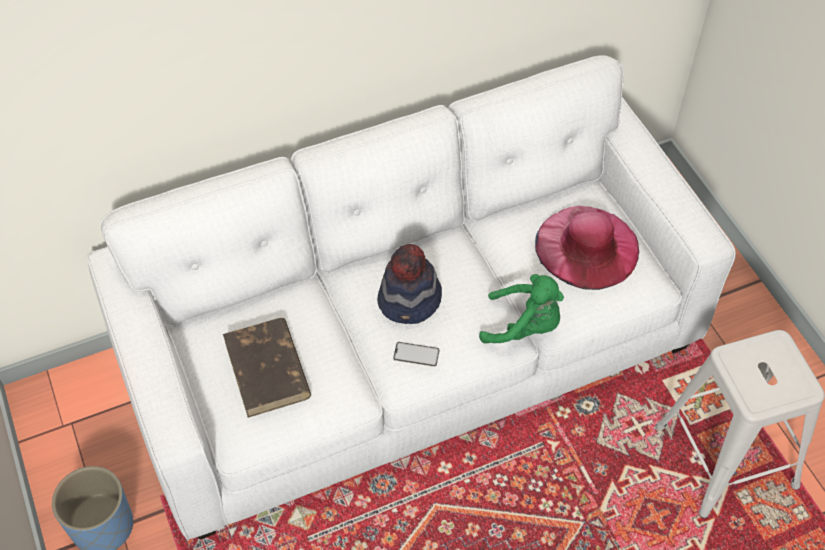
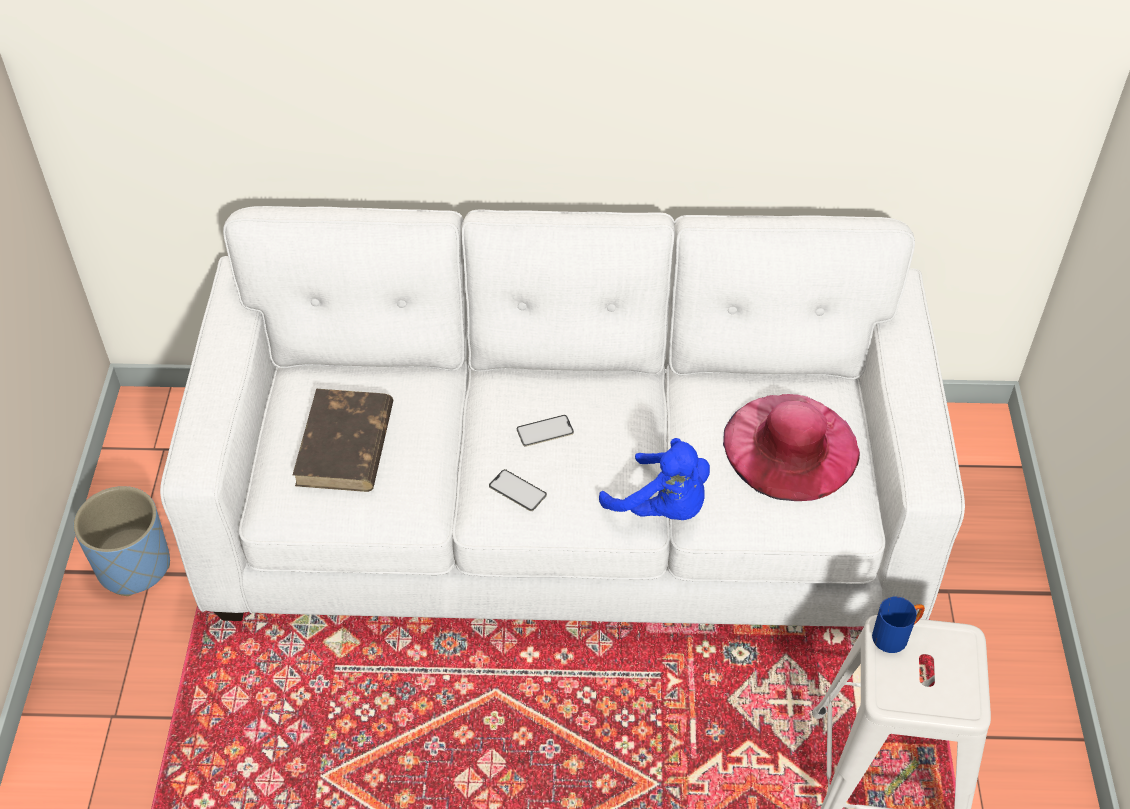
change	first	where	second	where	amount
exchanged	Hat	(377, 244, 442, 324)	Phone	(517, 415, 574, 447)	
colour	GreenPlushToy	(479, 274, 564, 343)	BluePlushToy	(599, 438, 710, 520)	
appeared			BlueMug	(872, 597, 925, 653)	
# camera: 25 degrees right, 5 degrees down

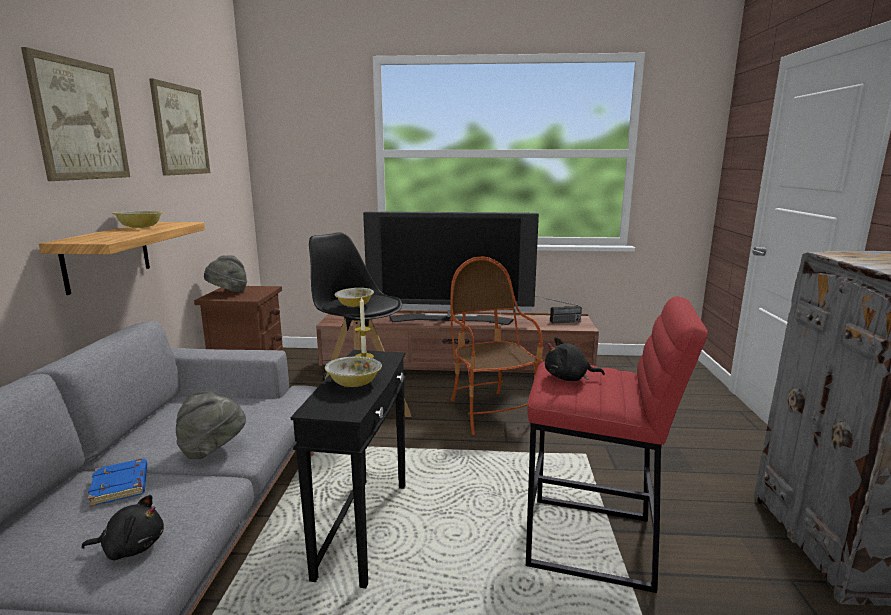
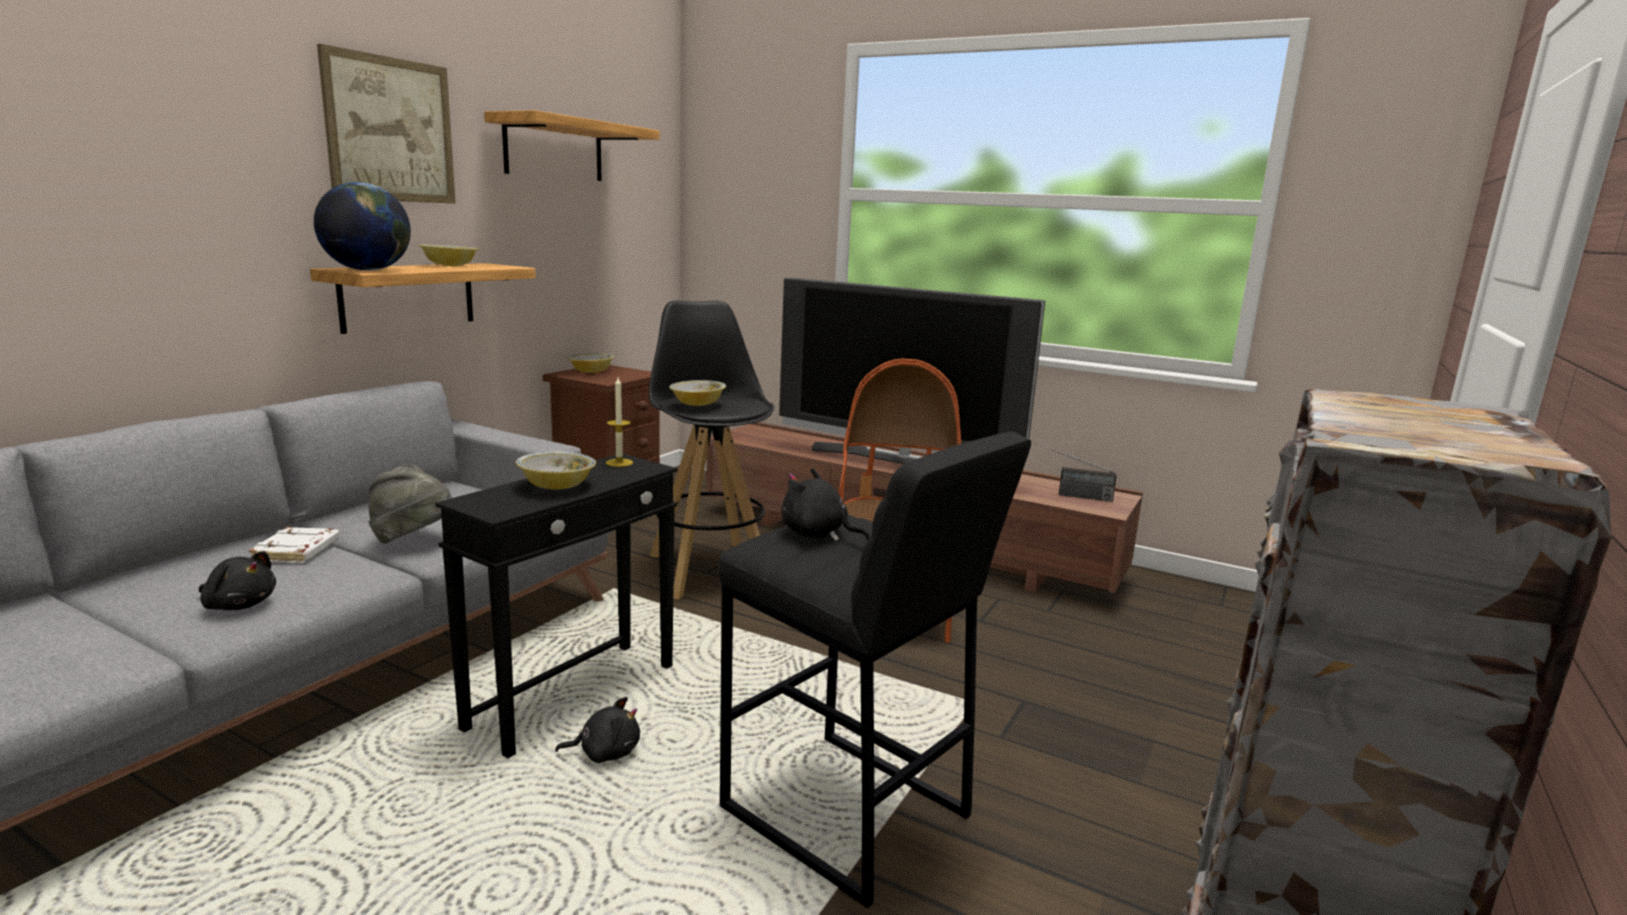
change	first	where	second	where	amount
colour	BlueBook	(88, 459, 147, 507)	WhiteBook	(249, 527, 340, 563)	
appeared			Globe	(314, 182, 411, 271)	
exchanged	Picture	(149, 78, 210, 176)	Shelf	(484, 110, 660, 181)	
appeared			BlackPlushToy	(555, 697, 640, 763)	
exchanged	GreyHat	(204, 255, 247, 293)	Bowl	(568, 353, 615, 373)	
colour	RedStool	(526, 296, 708, 593)	BlackStool	(718, 432, 1031, 908)	
# camera: 25 degrees right, 0 degrees up

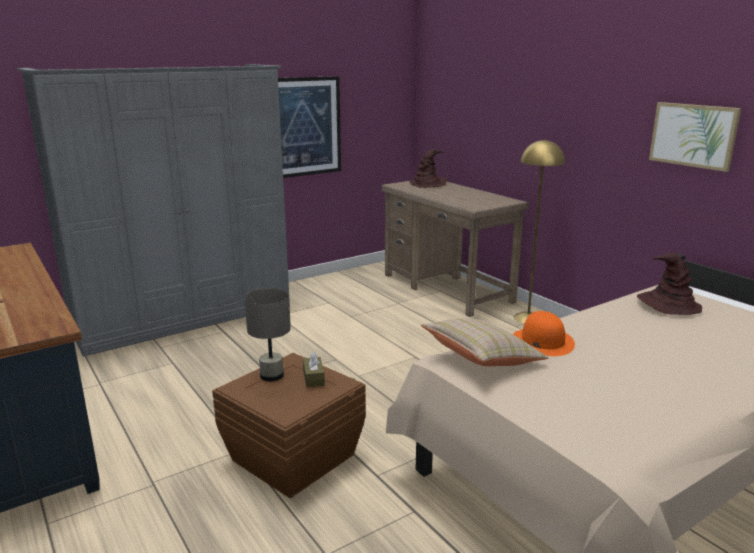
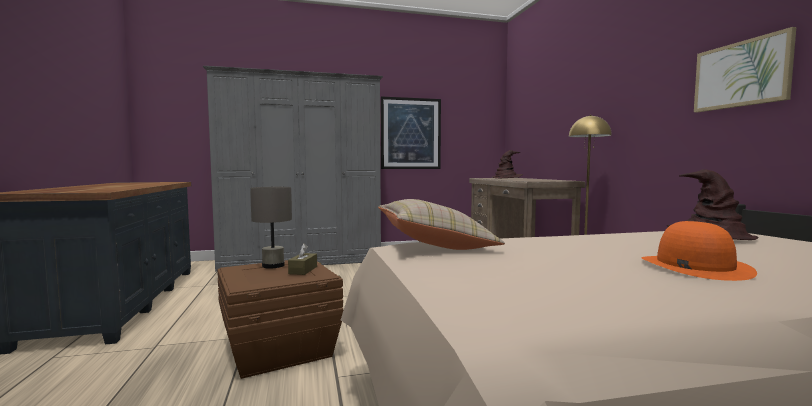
change	first	where	second	where	amount
relocated	OrangeHat	(513, 311, 575, 356)		(641, 221, 757, 281)	
# camera: 20 degrees right, 15 degrees down

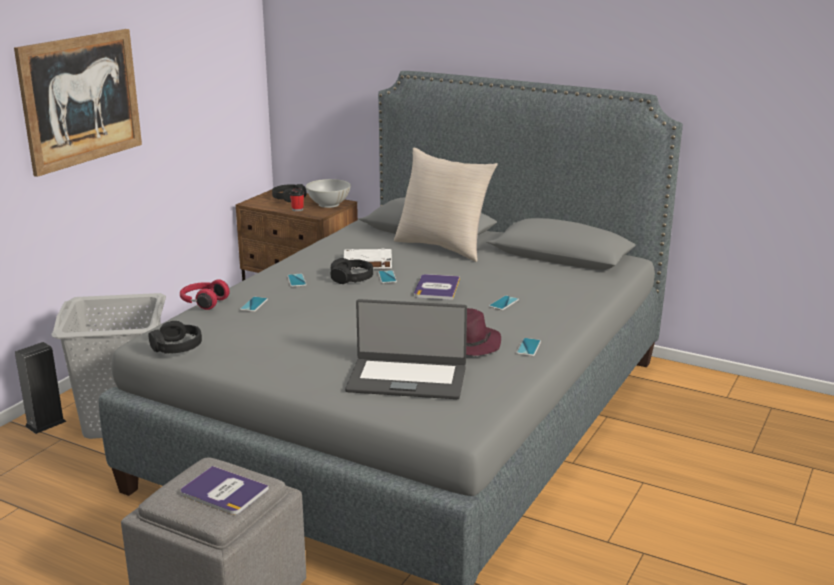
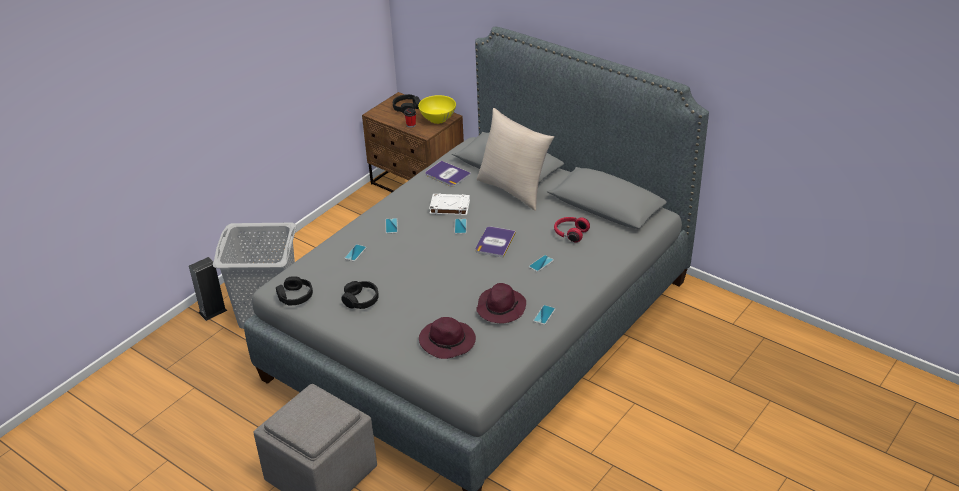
change	first	where	second	where	amount
relocated	BlackHeadphones	(331, 258, 373, 284)		(341, 281, 378, 309)	
colour	WhiteBowl	(306, 179, 351, 208)	YellowBowl	(418, 95, 456, 124)	
exchanged	Laptop	(345, 299, 467, 399)	PurpleHat	(419, 317, 476, 359)	
relocated	Book	(181, 466, 269, 515)		(425, 161, 471, 187)	
relocated	RedHeadphones	(180, 279, 230, 310)		(554, 217, 590, 242)	
missing	Picture	(14, 29, 142, 177)			
# camera: 10 degrees right, 15 degrees up

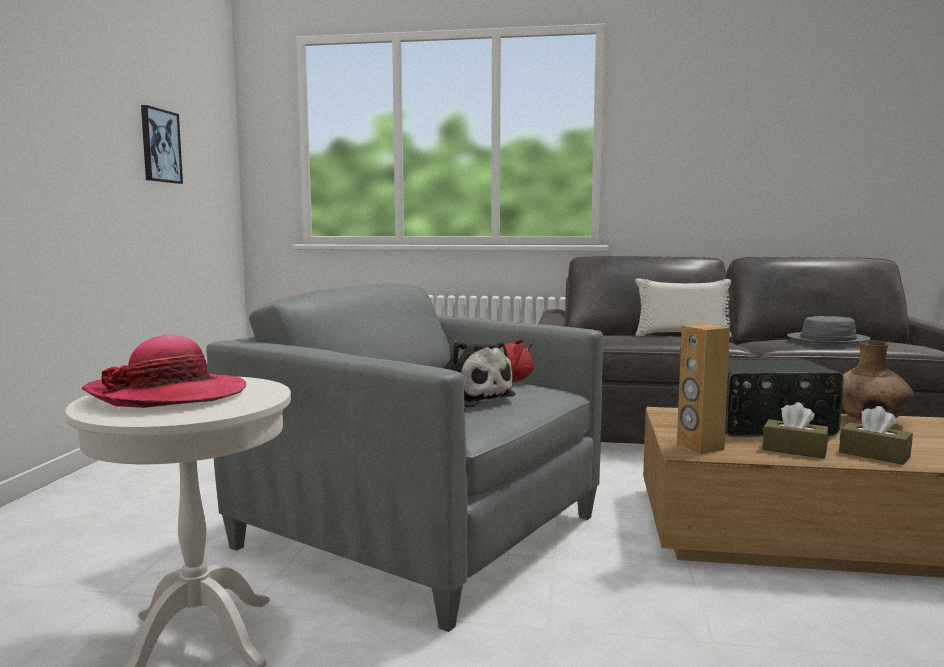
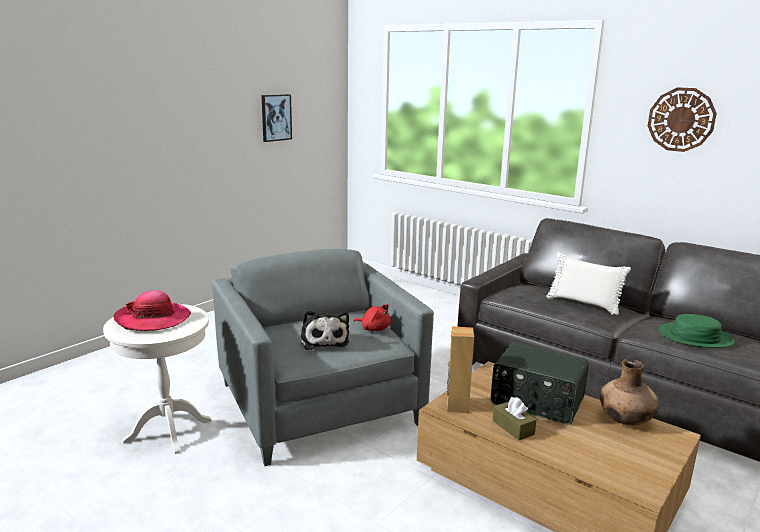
change	first	where	second	where	amount
appeared			WallClock	(648, 87, 717, 152)	
colour	GreyHat	(787, 316, 871, 344)	GreenHat	(659, 314, 735, 348)	
missing	BrownTissueBox	(839, 406, 913, 465)			
# camera: 30 degrees right, 10 degrees up

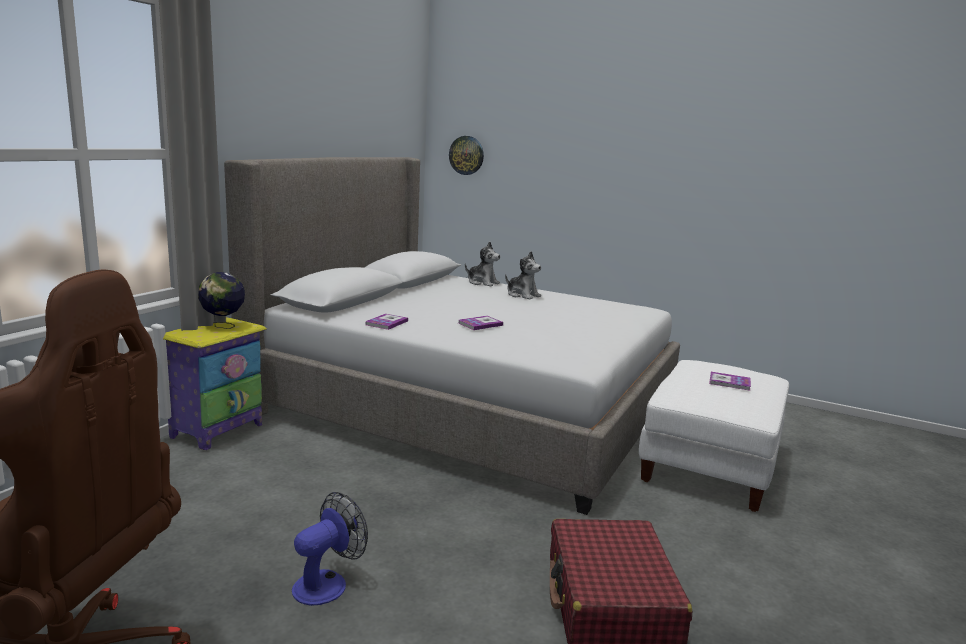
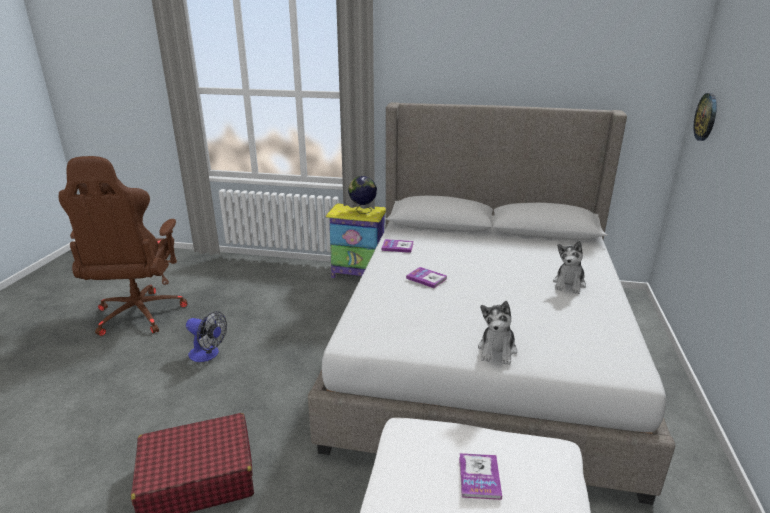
change	first	where	second	where	amount
relocated	PlushToy	(465, 242, 500, 287)		(478, 301, 517, 365)	
# camera: 75 degrees right, 10 degrees up

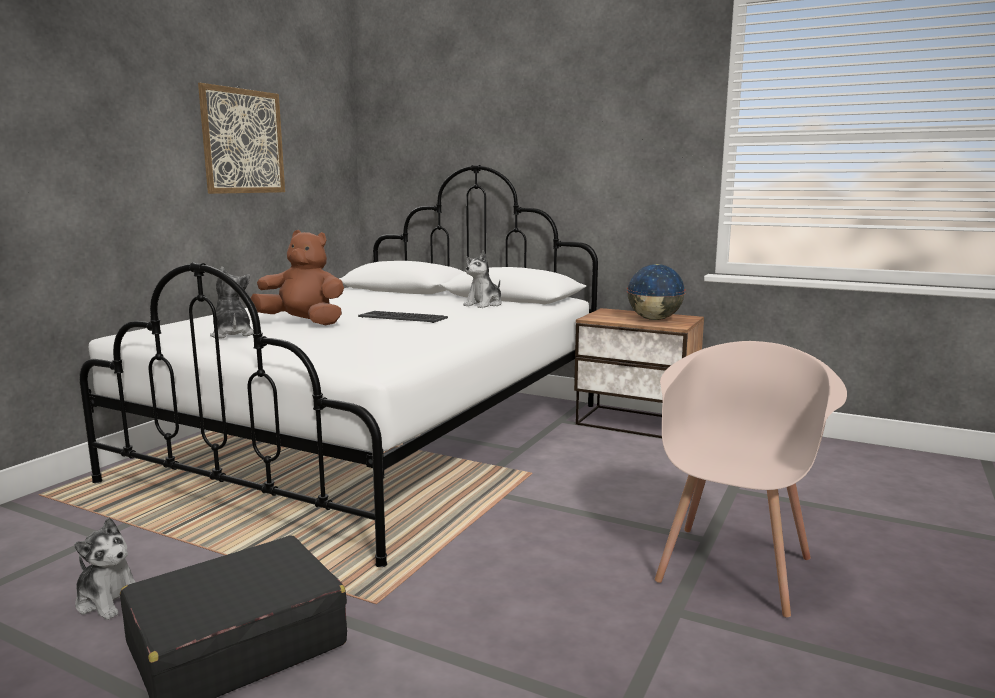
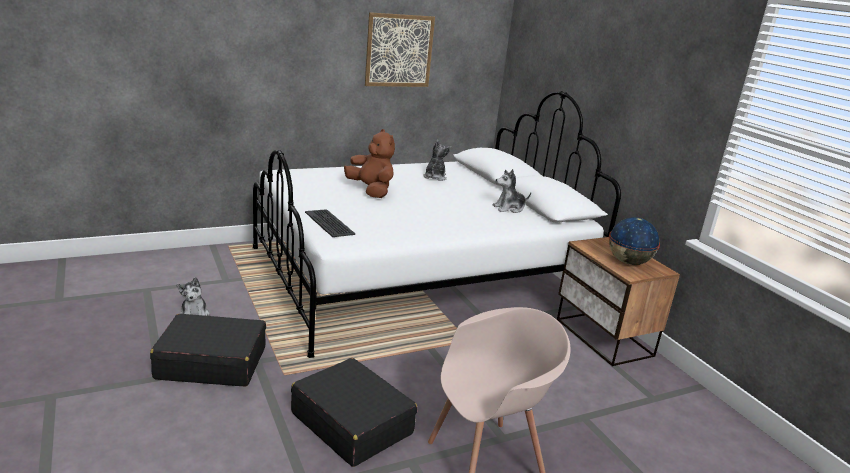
change	first	where	second	where	amount
appeared			BlackSuitcase	(291, 358, 417, 467)	
relocated	Keyboard	(358, 311, 448, 323)		(305, 209, 355, 237)	
relocated	PlushToy	(210, 267, 253, 339)		(423, 139, 451, 181)	
# camera: 35 degrees right, 10 degrees up

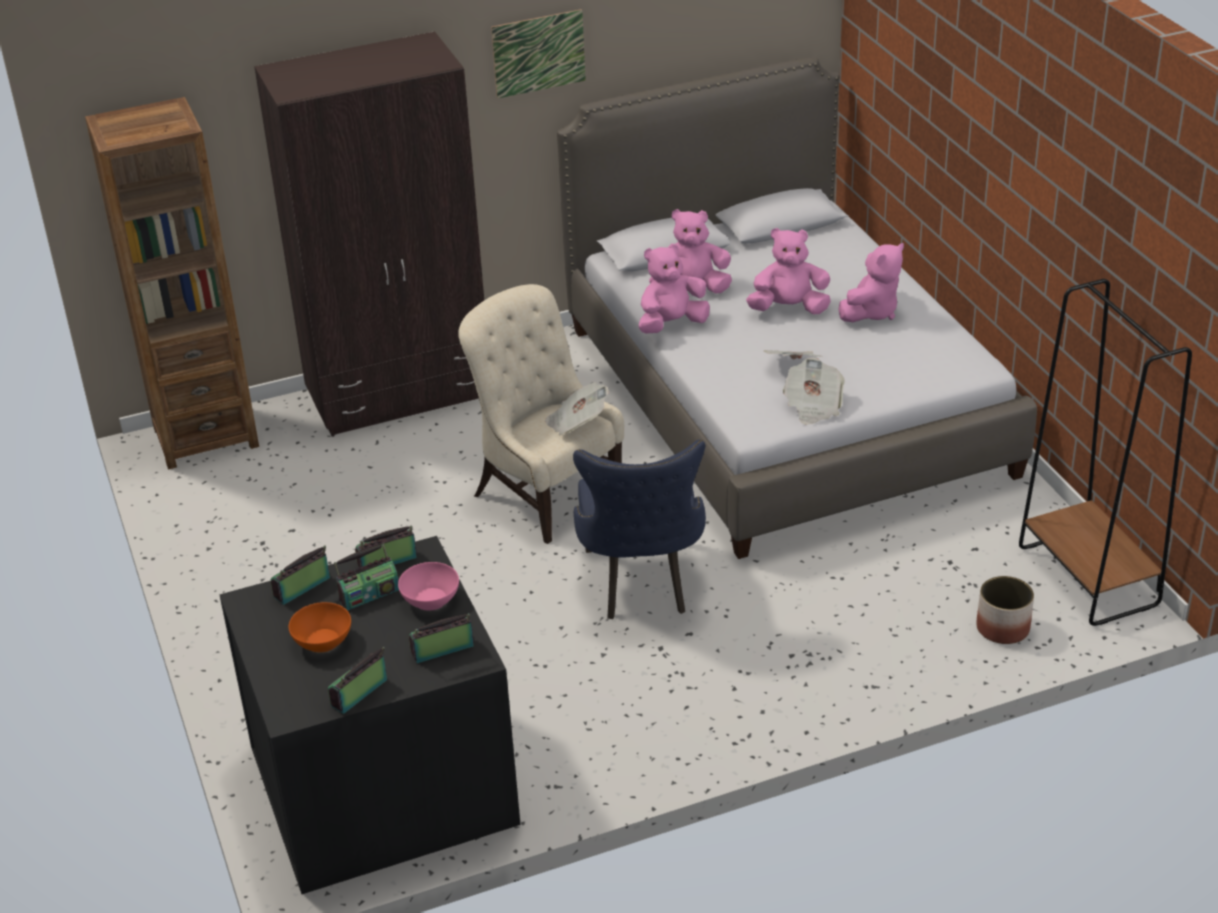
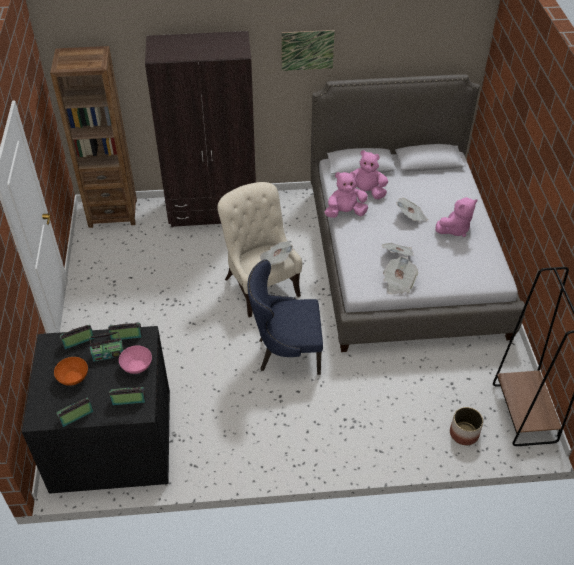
change	first	where	second	where	amount
spun	BlueChair	(573, 440, 706, 619)		(248, 259, 323, 375)	75 degrees clockwise
exchanged	PinkPlushToy	(746, 228, 831, 314)	Newspaper	(396, 198, 428, 222)	
# camera: 15 degrees right, 10 degrees up

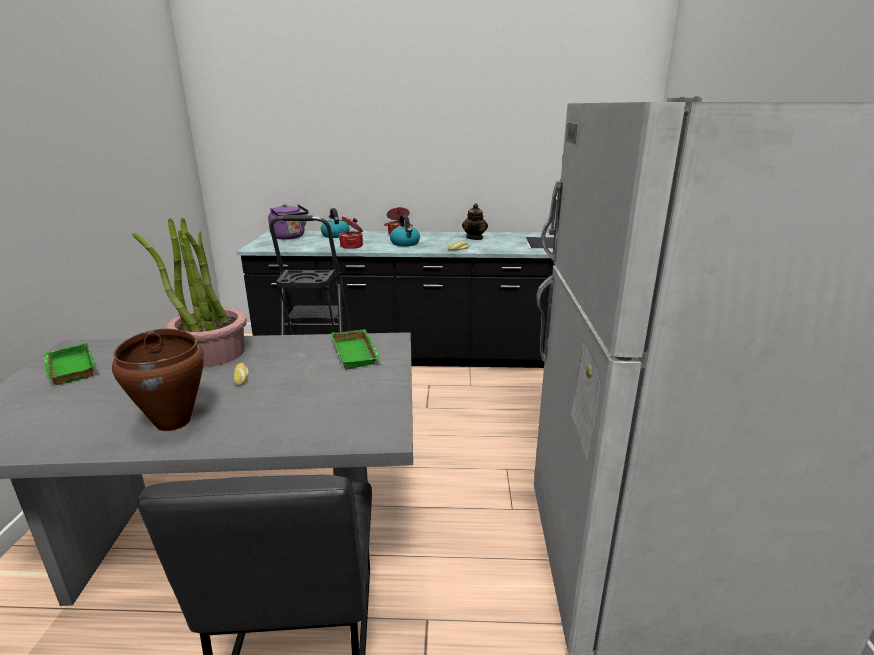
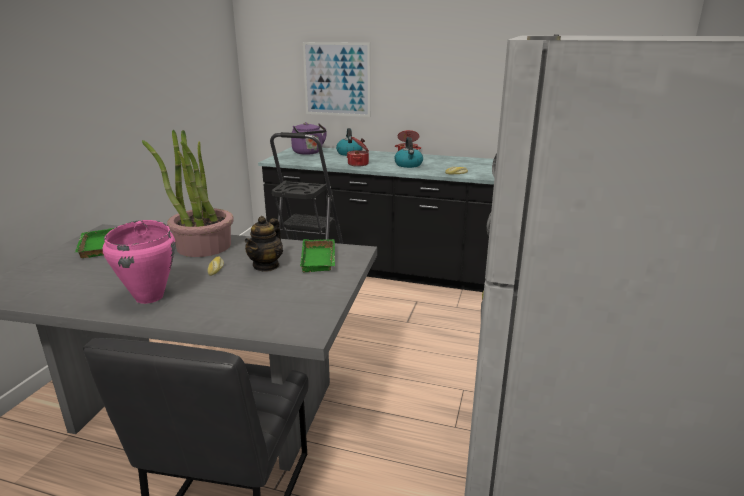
change	first	where	second	where	amount
colour	BrownCookingPot	(112, 329, 204, 431)	PinkCookingPot	(103, 220, 176, 304)	
relocated	Teapot	(462, 203, 488, 240)		(245, 216, 283, 271)	
appeared			Picture	(303, 42, 370, 117)	
# camera: 15 degrees right, 0 degrees up

